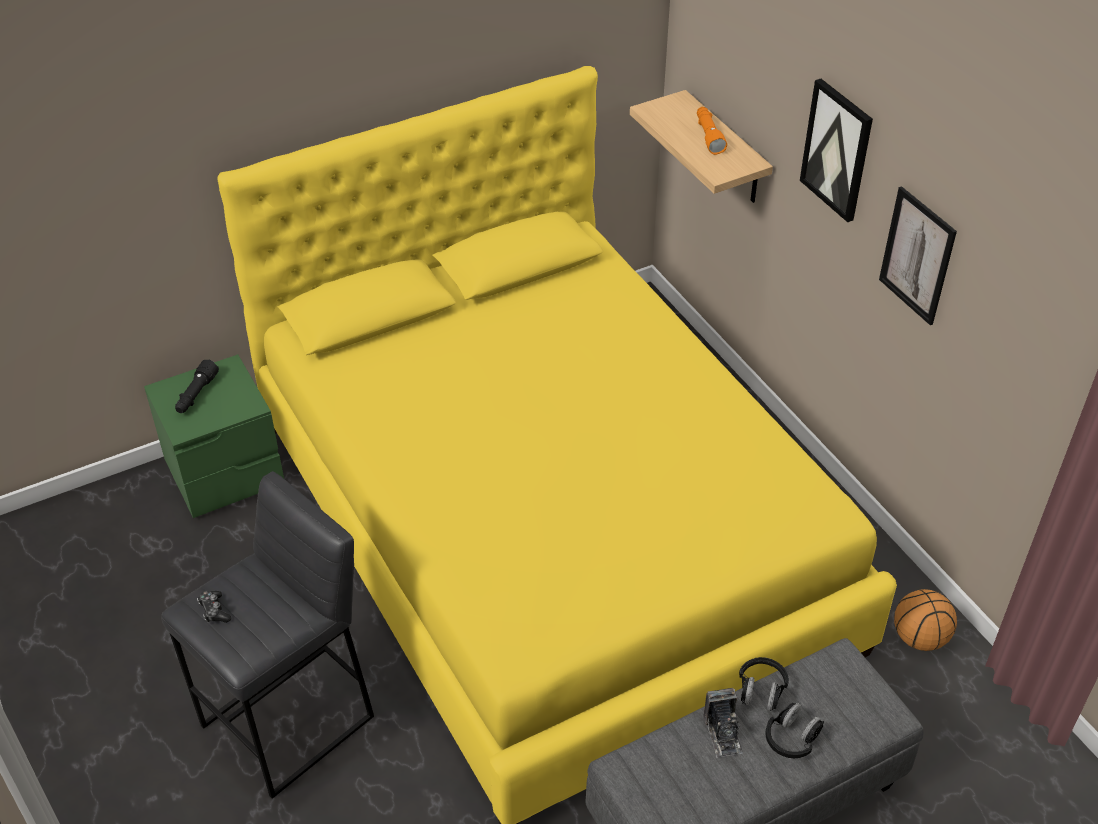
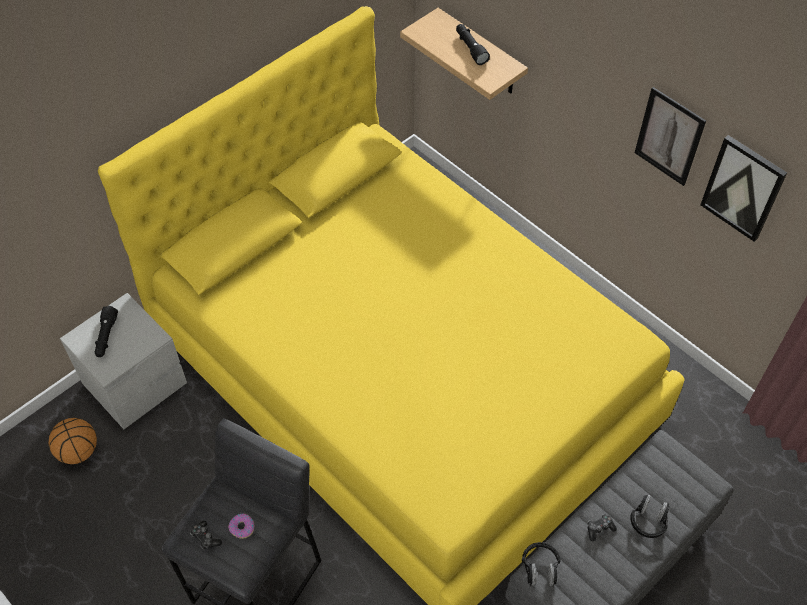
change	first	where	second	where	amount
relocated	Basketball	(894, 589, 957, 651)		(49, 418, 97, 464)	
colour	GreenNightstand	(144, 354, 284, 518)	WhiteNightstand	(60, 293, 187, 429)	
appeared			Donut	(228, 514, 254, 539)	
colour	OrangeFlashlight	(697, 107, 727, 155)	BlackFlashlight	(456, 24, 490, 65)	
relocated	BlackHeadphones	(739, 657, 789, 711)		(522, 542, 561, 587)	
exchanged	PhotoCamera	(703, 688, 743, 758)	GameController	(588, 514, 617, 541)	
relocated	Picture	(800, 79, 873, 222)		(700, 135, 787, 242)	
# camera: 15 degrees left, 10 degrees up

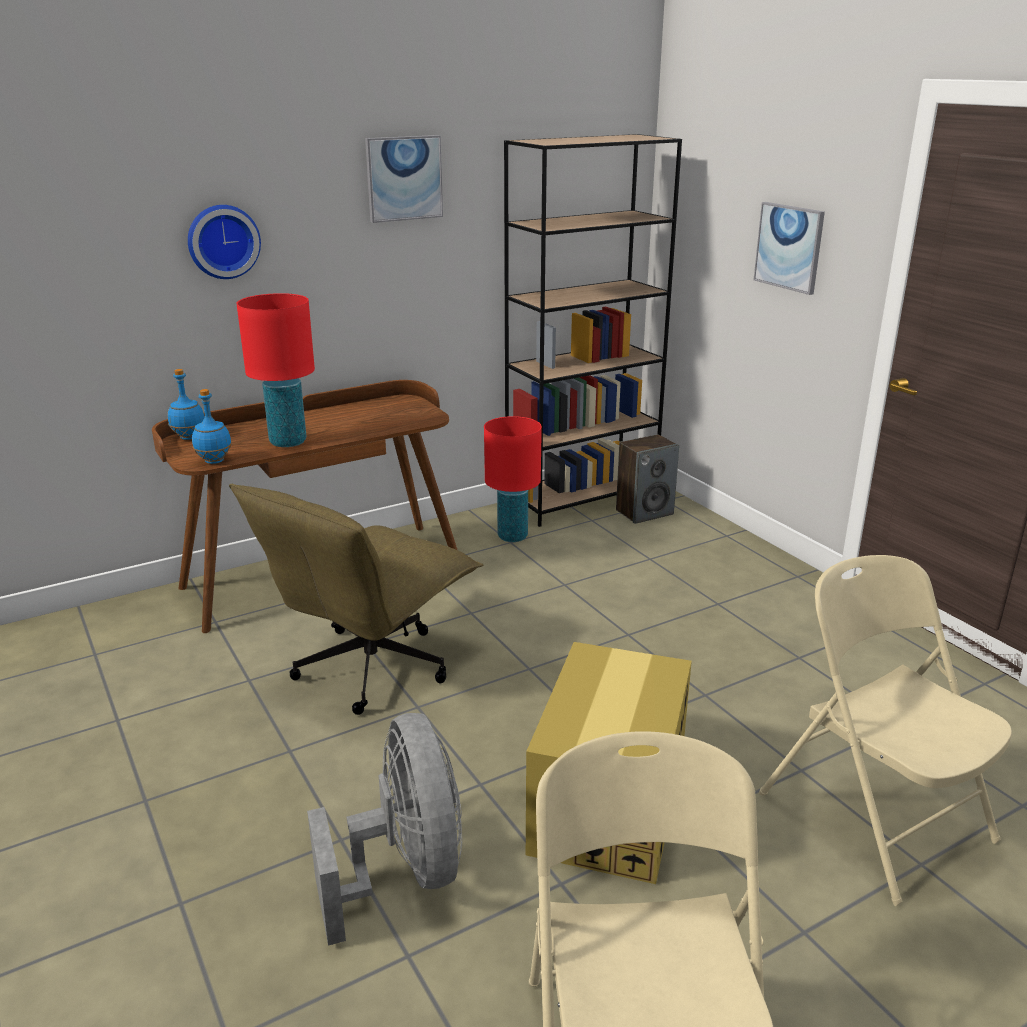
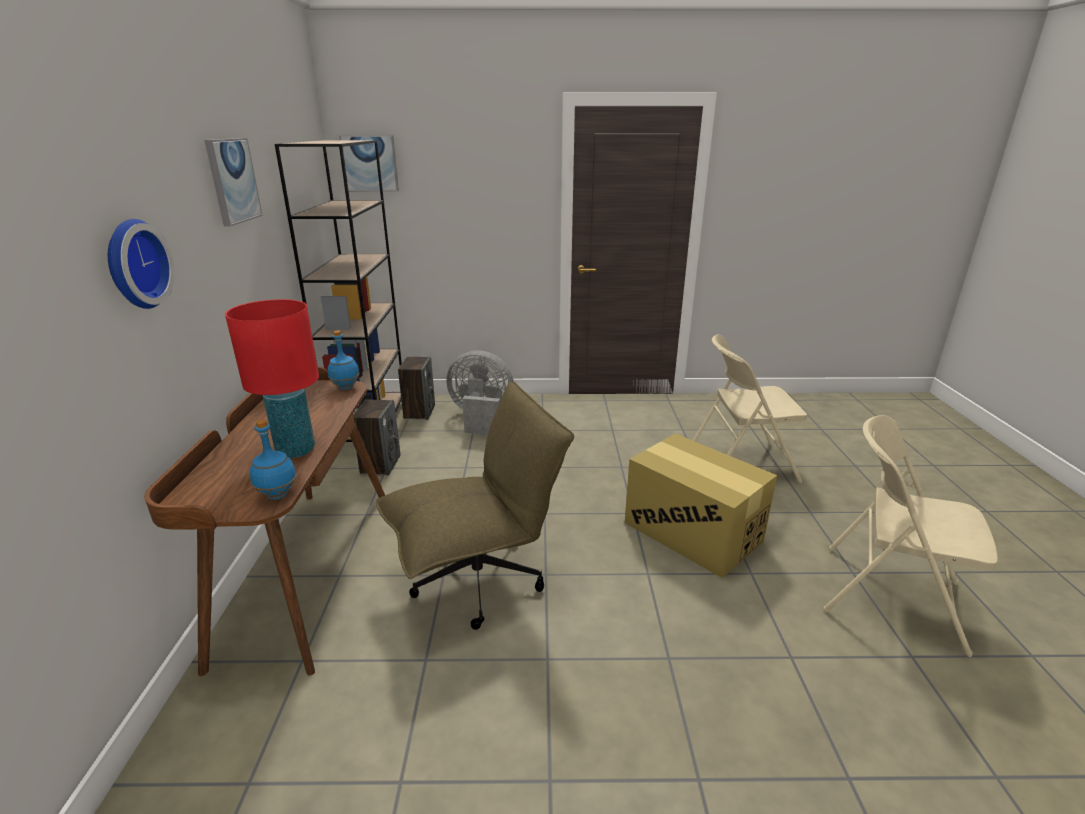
change	first	where	second	where	amount
relocated	BlueBottle	(168, 369, 204, 440)		(328, 331, 359, 390)	
relocated	Picture	(754, 202, 825, 295)		(339, 135, 399, 192)	
exchanged	RedTableLamp	(484, 416, 542, 542)	Speaker	(353, 399, 401, 476)	
spun	BeigeOfficeChair	(229, 484, 483, 715)		(376, 381, 574, 630)	90 degrees counterclockwise
relocated	GreyFan	(307, 713, 462, 946)		(446, 351, 514, 435)	
# camera: 60 degrees left, 0 degrees up

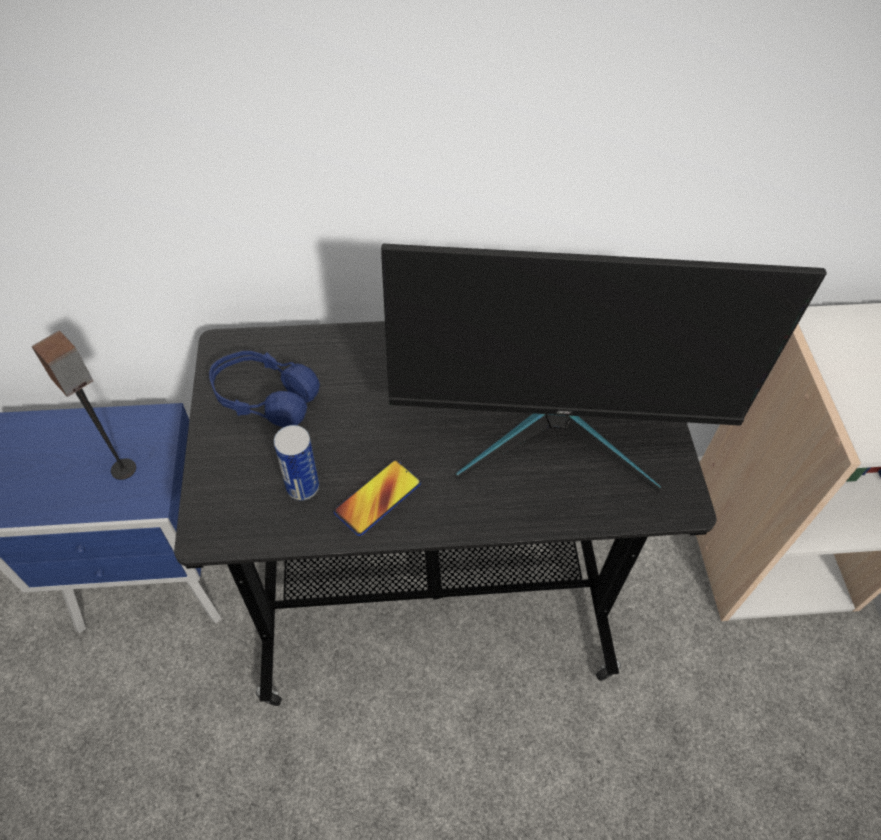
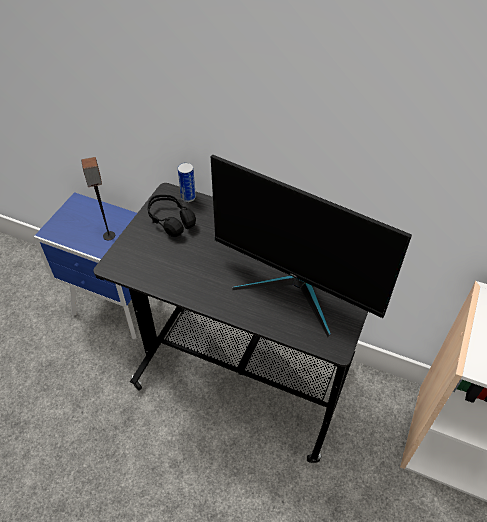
change	first	where	second	where	amount
colour	BlueHeadphones	(209, 351, 320, 427)	BlackHeadphones	(147, 195, 196, 237)	
relocated	Can	(274, 425, 319, 500)		(178, 163, 196, 202)	
missing	Phone	(334, 460, 421, 536)			
# camera: 30 degrees right, 5 degrees down

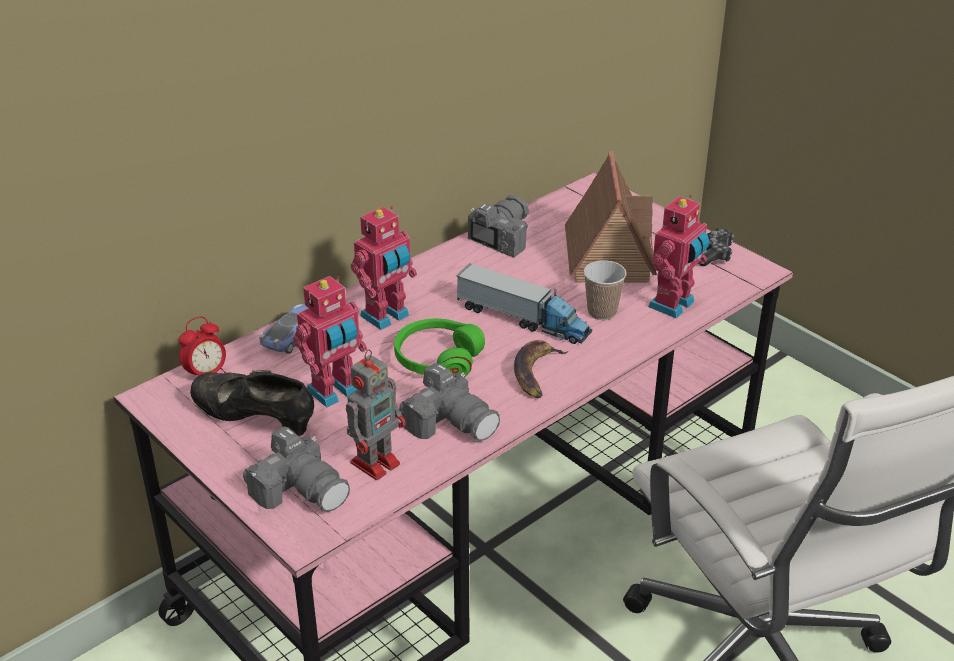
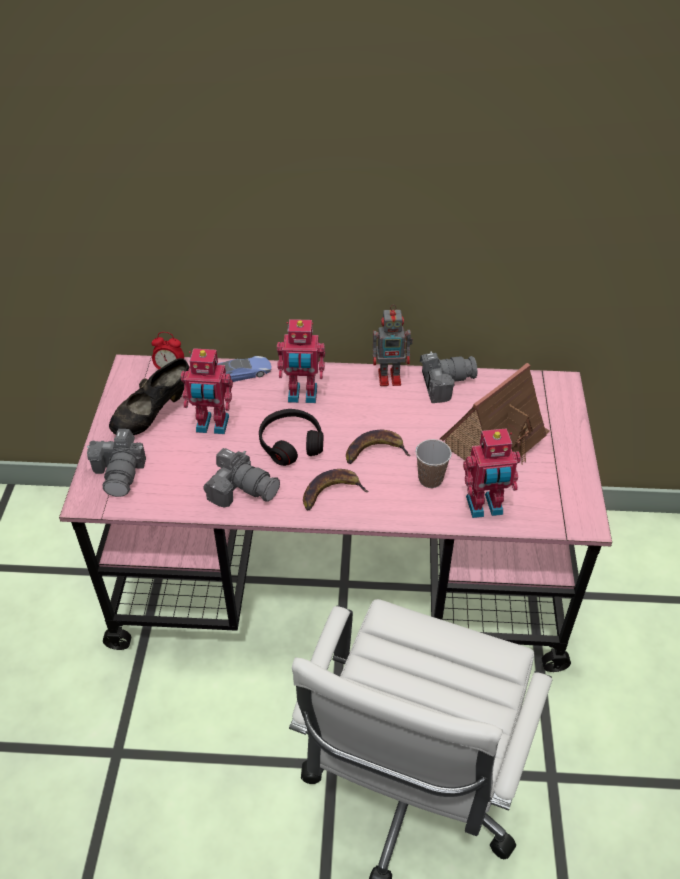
change	first	where	second	where	amount
spun	BlackShoe	(190, 370, 314, 436)		(109, 358, 189, 435)	120 degrees counterclockwise
spun	PhotoCamera	(399, 363, 500, 441)		(203, 448, 280, 508)	60 degrees counterclockwise
colour	GreenHeadphones	(394, 318, 485, 377)	BlackHeadphones	(259, 409, 323, 466)	
exchanged	ToyTruck	(456, 263, 592, 344)	Banana	(346, 430, 410, 464)	
relocated	ToyRobot	(346, 349, 406, 480)		(373, 305, 413, 386)	
missing	GameController	(698, 228, 734, 266)			
# camera: 45 degrees right, 10 degrees up

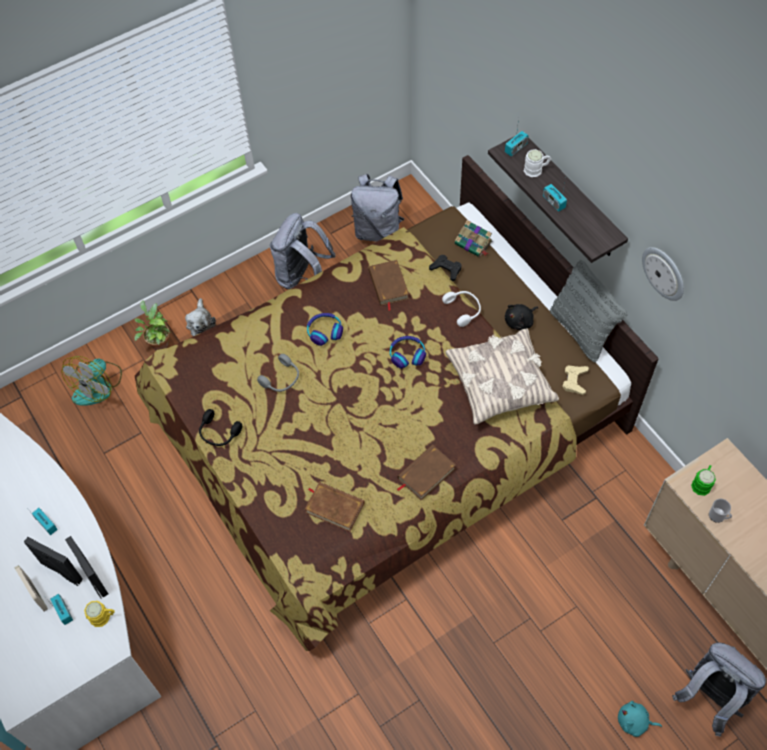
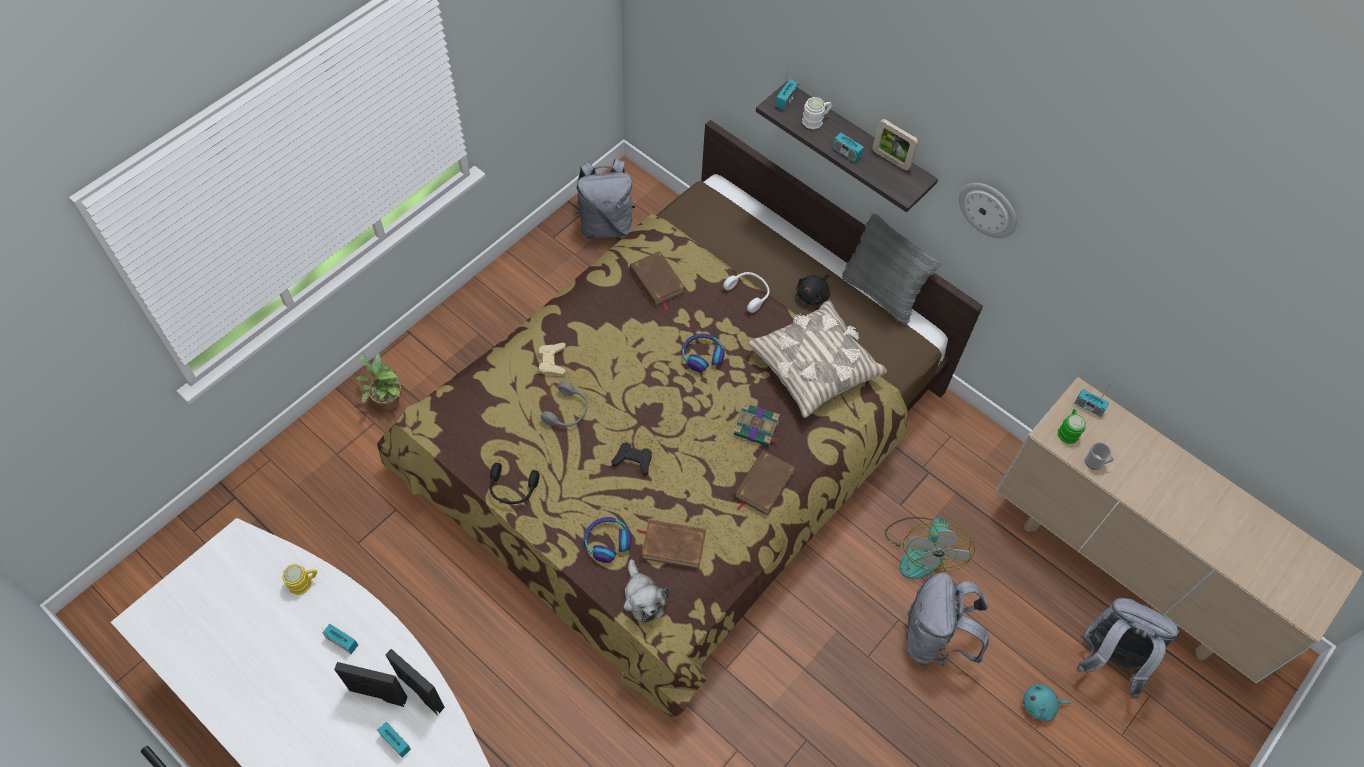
change	first	where	second	where	amount
relocated	YellowMug	(84, 601, 115, 627)		(282, 564, 317, 595)	
relocated	BeigeGameController	(563, 366, 589, 395)		(539, 342, 566, 376)	
relocated	Headphones	(307, 313, 343, 346)		(584, 517, 631, 563)	
relocated	BlackGameController	(429, 255, 461, 281)		(611, 442, 652, 476)	
relocated	PlushToy	(185, 298, 216, 336)		(623, 559, 669, 623)	
relocated	Book	(455, 220, 492, 257)		(734, 402, 780, 447)	
relocated	PictureFrame	(15, 565, 48, 611)		(872, 119, 919, 171)	
relocated	Fan	(61, 356, 122, 406)		(885, 517, 975, 579)	
relocated	GreyBackpack	(270, 213, 336, 289)		(907, 572, 989, 666)	
appeared			Radio	(1074, 384, 1111, 417)	
# camera: 20 degrees left, 0 degrees up

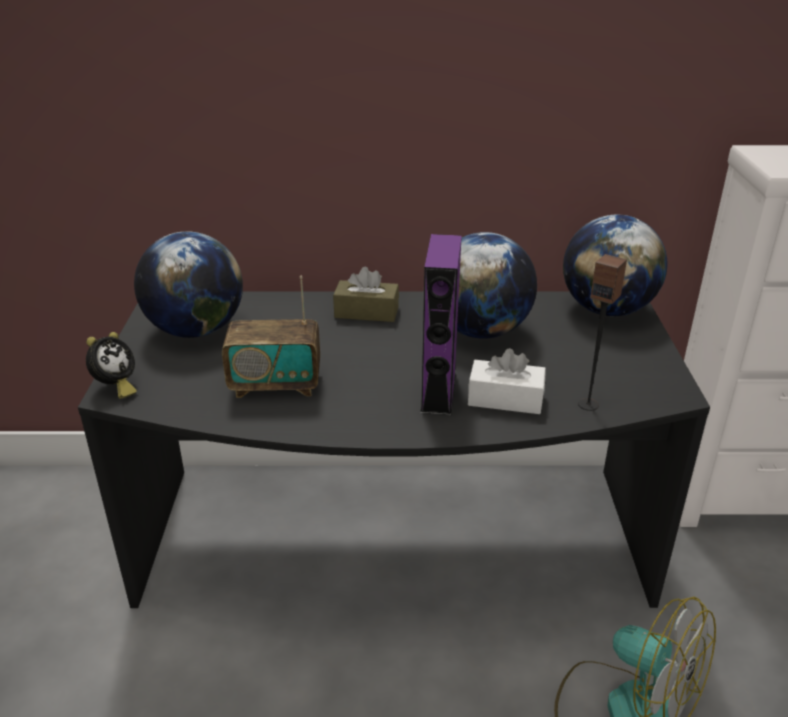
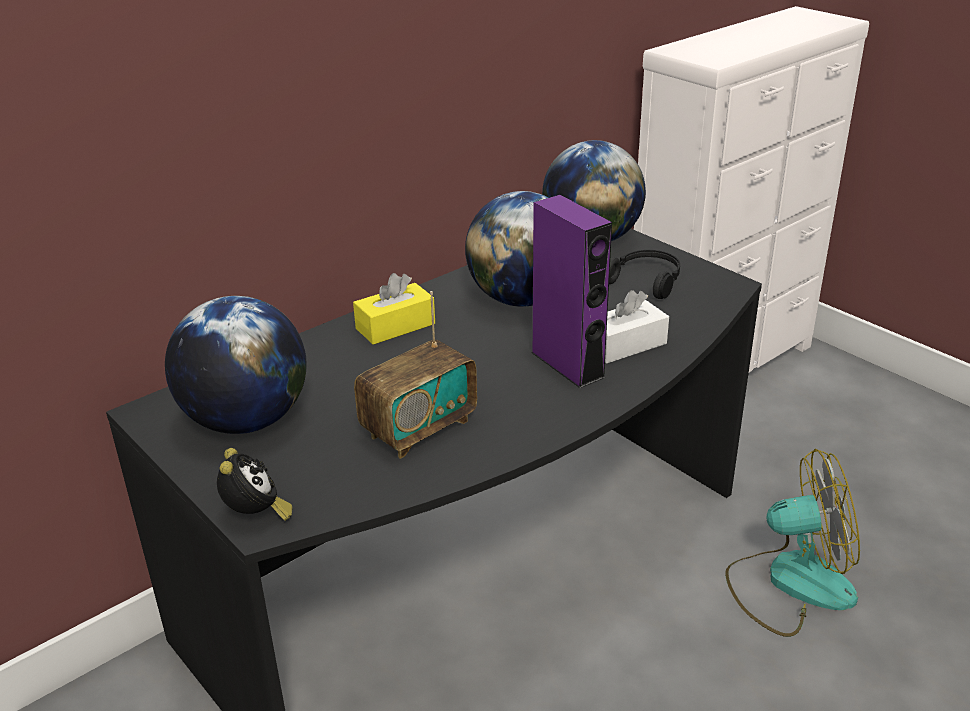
change	first	where	second	where	amount
colour	BrownTissueBox	(333, 267, 399, 322)	YellowTissueBox	(353, 273, 435, 345)	
appeared			BlackHeadphones	(609, 250, 680, 299)	
missing	Speaker	(578, 254, 627, 411)			
# camera: 40 degrees left, 0 degrees up

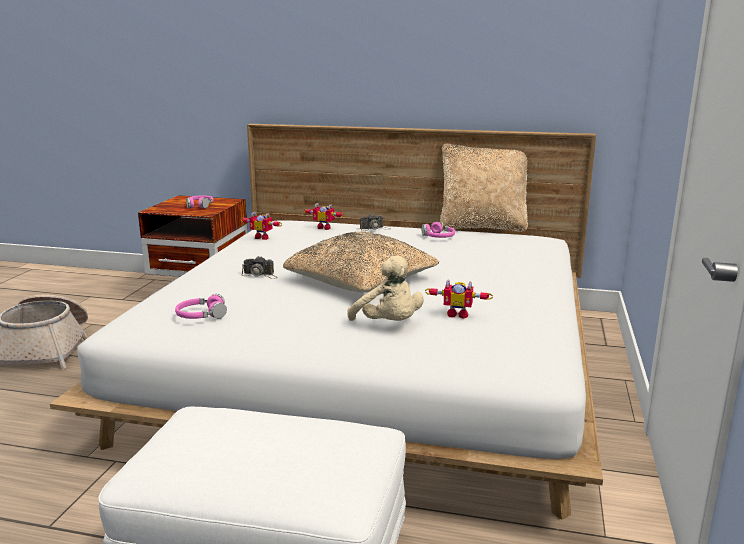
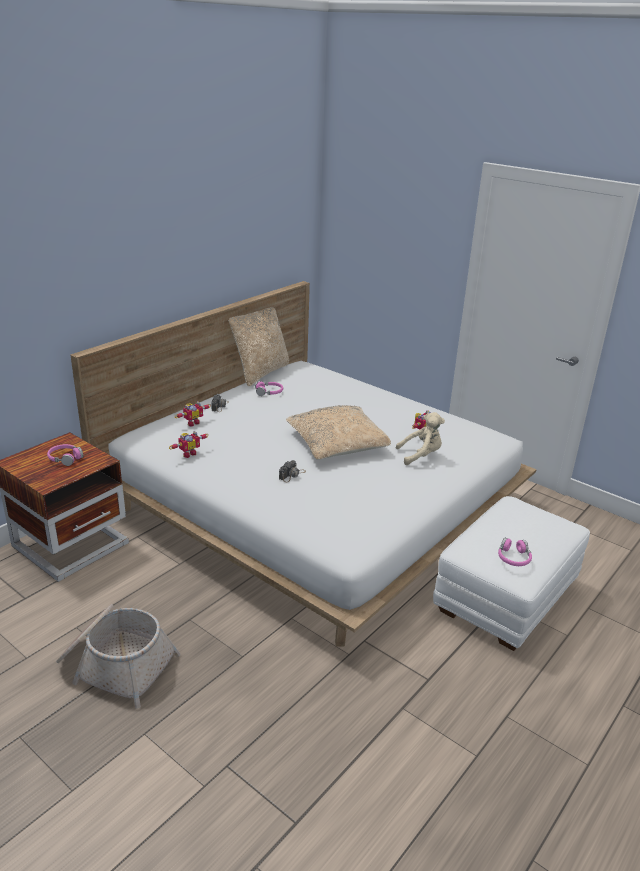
change	first	where	second	where	amount
relocated	PinkHeadphones	(175, 294, 227, 319)		(498, 538, 532, 566)	
# camera: 65 degrees left, 10 degrees up

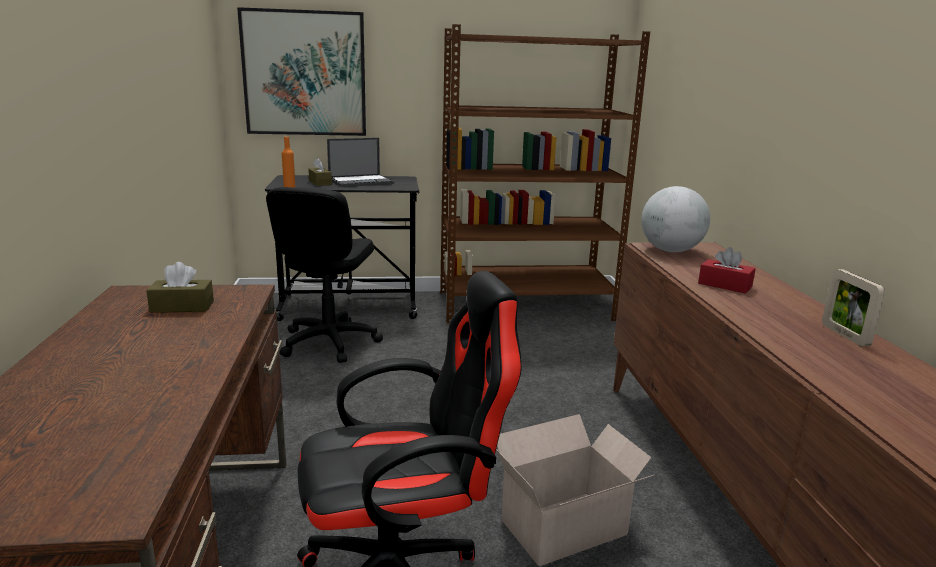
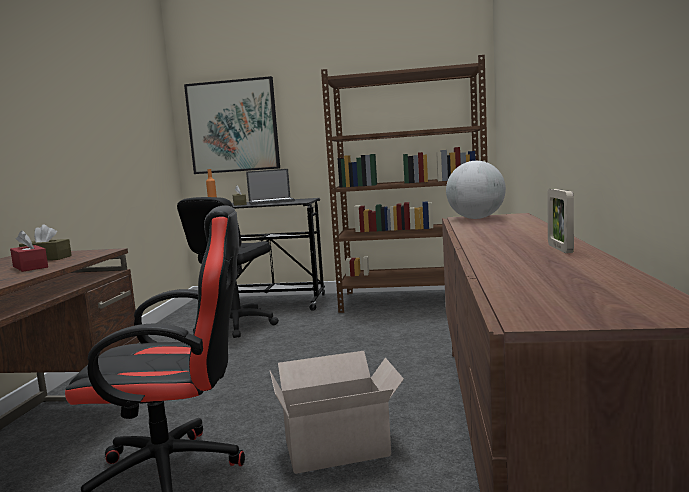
change	first	where	second	where	amount
relocated	RedTissueBox	(698, 247, 756, 293)		(10, 230, 48, 272)	
# camera: 15 degrees right, 10 degrees down

